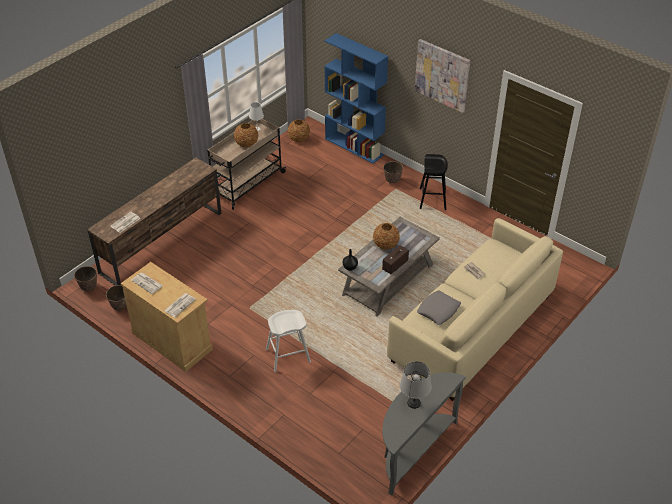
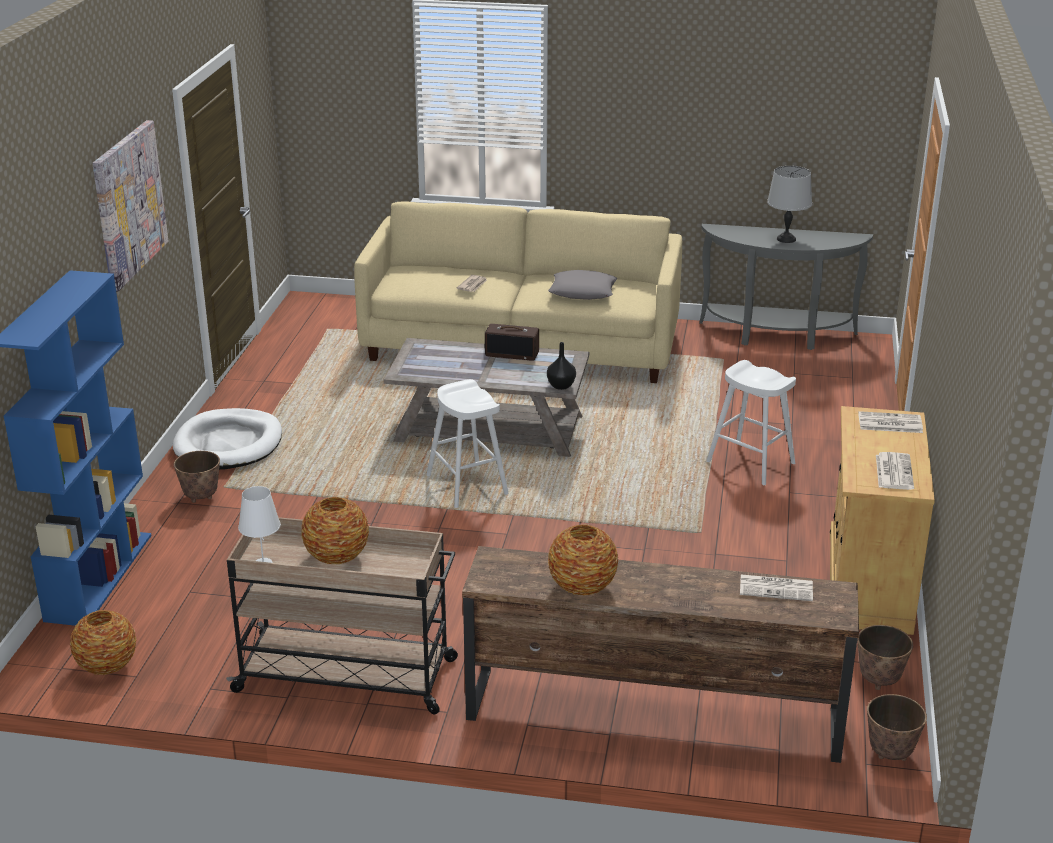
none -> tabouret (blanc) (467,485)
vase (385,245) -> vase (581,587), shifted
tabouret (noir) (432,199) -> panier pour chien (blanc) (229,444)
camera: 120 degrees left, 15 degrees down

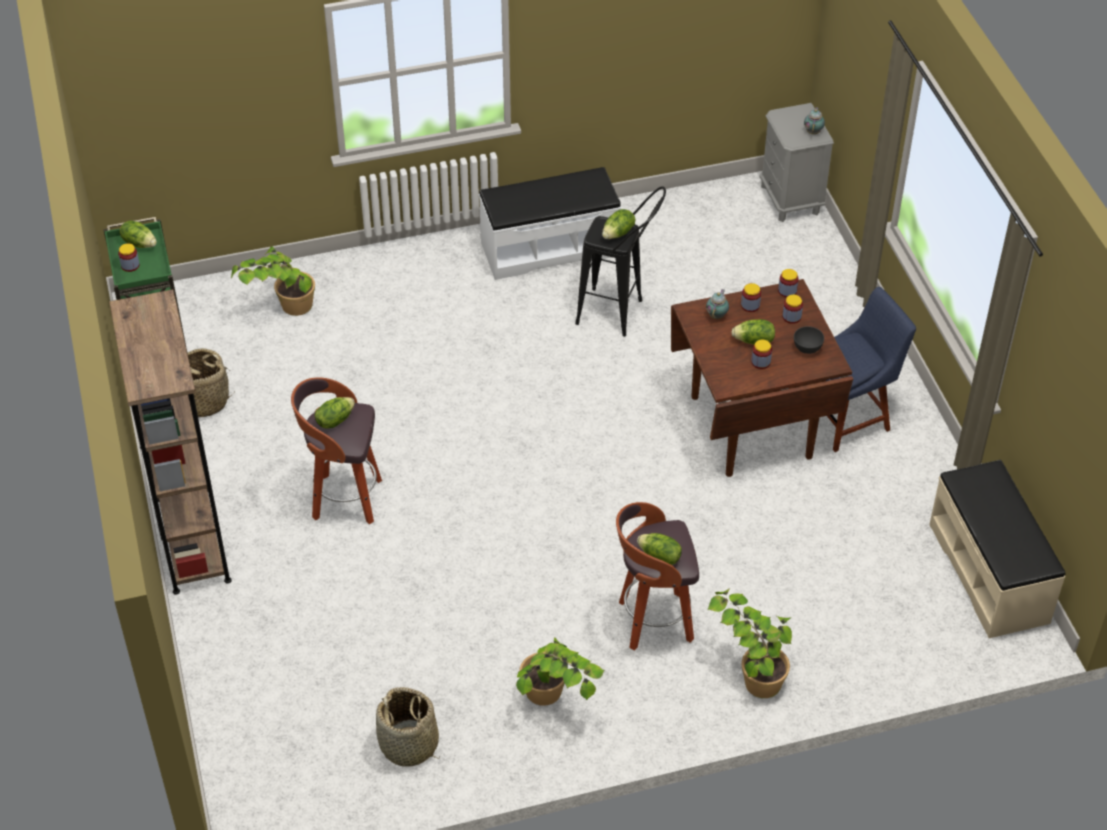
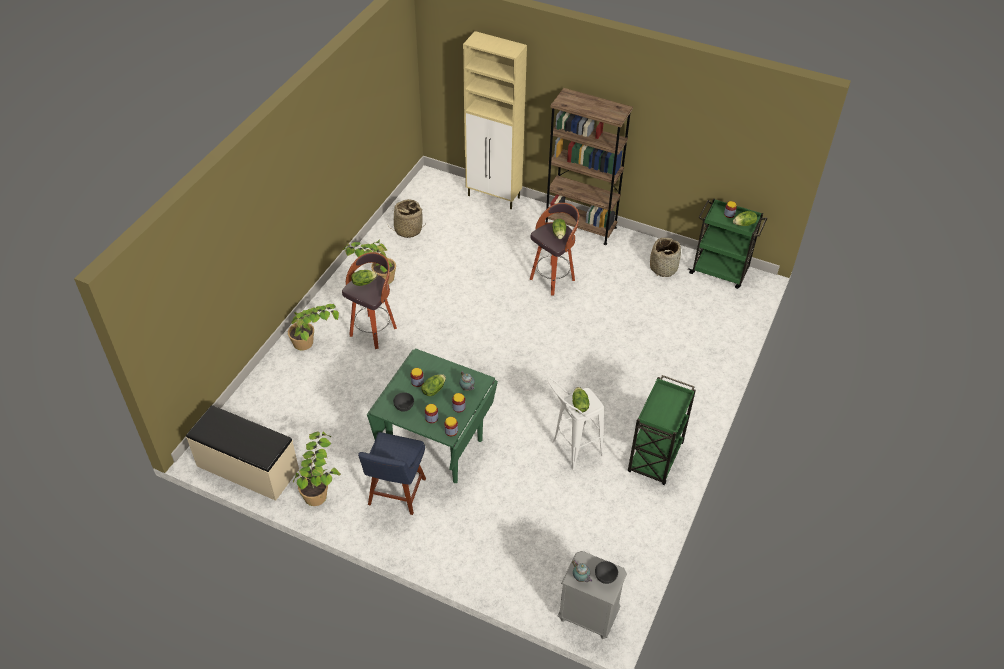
none -> meuble de rangement (beige) (494,197)
none -> bol (gris) (605,577)
plante en pot (281,309) -> plante en pot (320,487), shifted
banc (blanc) (549,248) -> chariot (vert) (655,458)
tabouret (noir) (620,315) -> tabouret (blanc) (570,452)
table à manger (marron) (752,426) -> table à manger (vert) (435,448)
camera: 130 degrees right, 0 degrees up

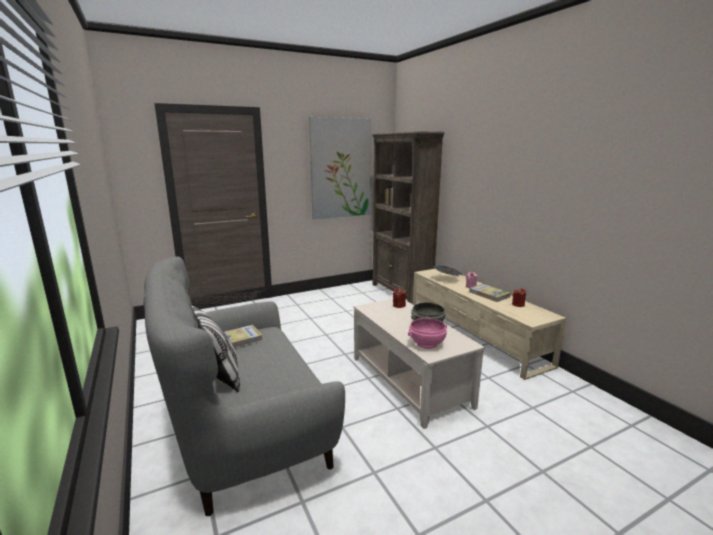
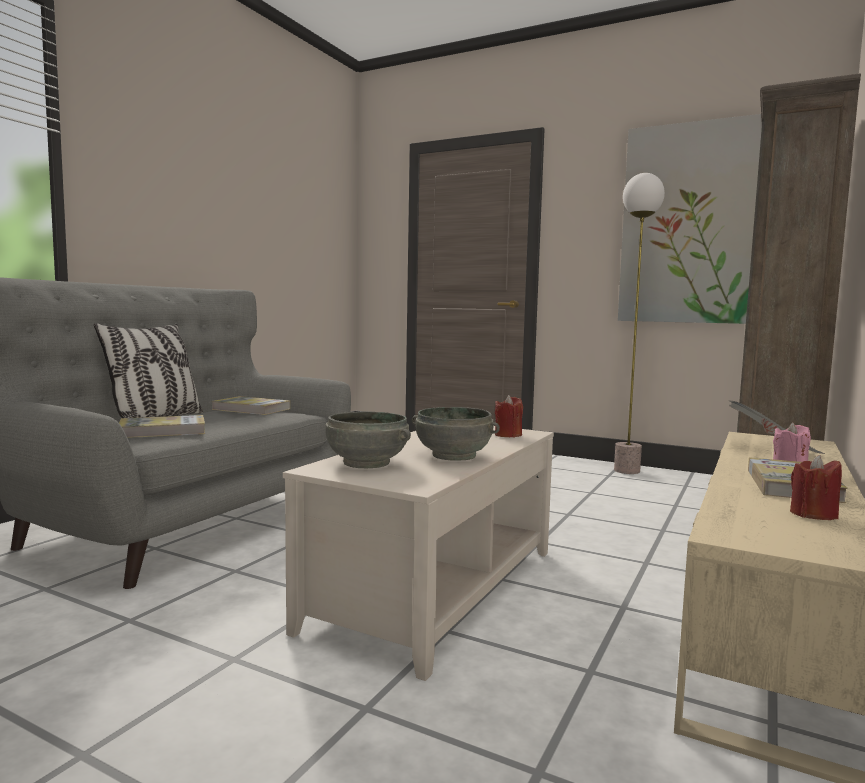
none -> livre (162,431)
none -> lampadaire (626,471)
bol (rose) (427,344) -> bol (gris) (366,463)
camera: 55 degrees right, 10 degrees down

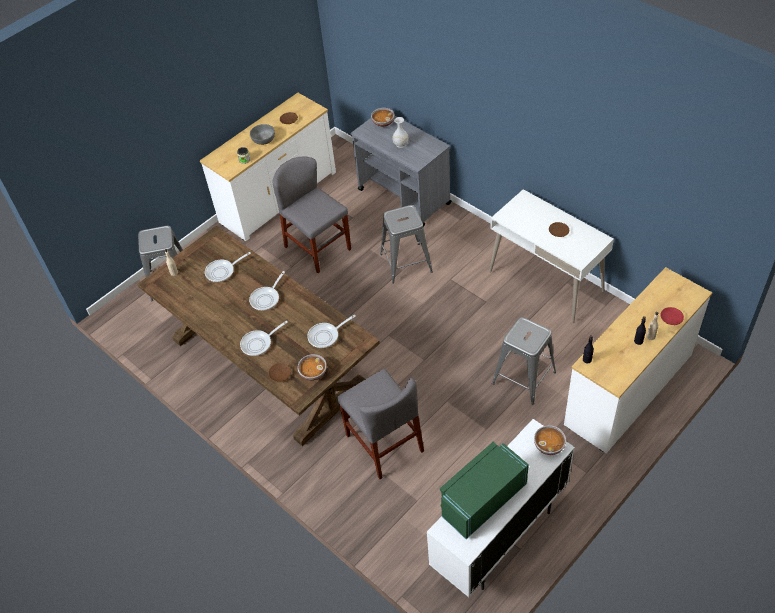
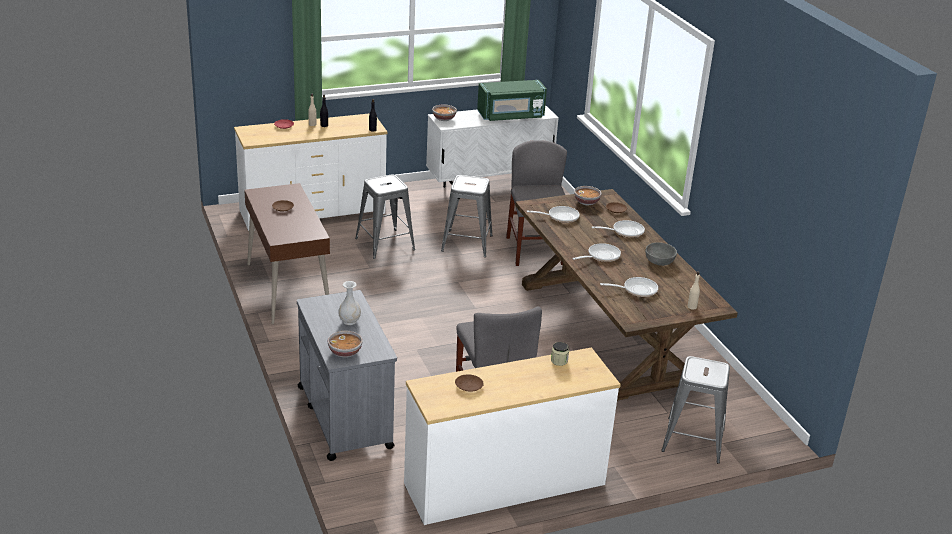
bol (gris) (263,139) -> bol (gris) (659,261), shifted
tabouret (gris) (406,263) -> tabouret (gris) (467,243), shifted
bureau (blanc) (546,281) -> bureau (marron) (287,289)
camera: 160 degrees left, 20 degrees down

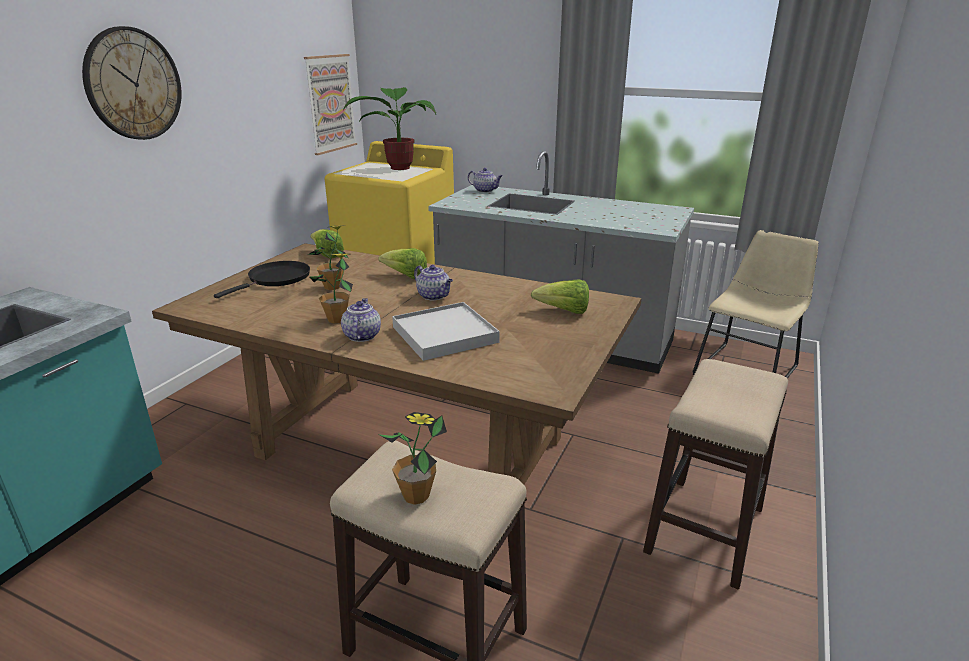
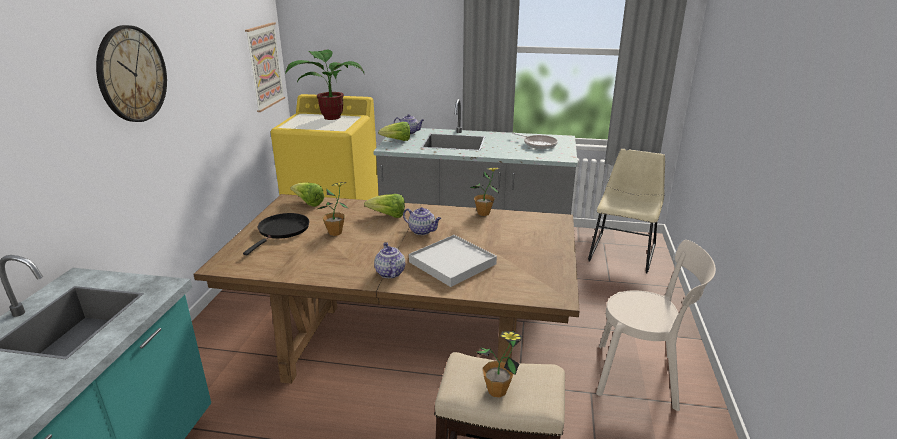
none -> poêle (538,144)
plante en pot (337,319) -> plante en pot (483,213), shifted
laitue (564,311) -> laitue (397,140), shifted
tabouret (704,530) -> chaise (beige) (642,376)
camera: 15 degrees left, 0 degrees up

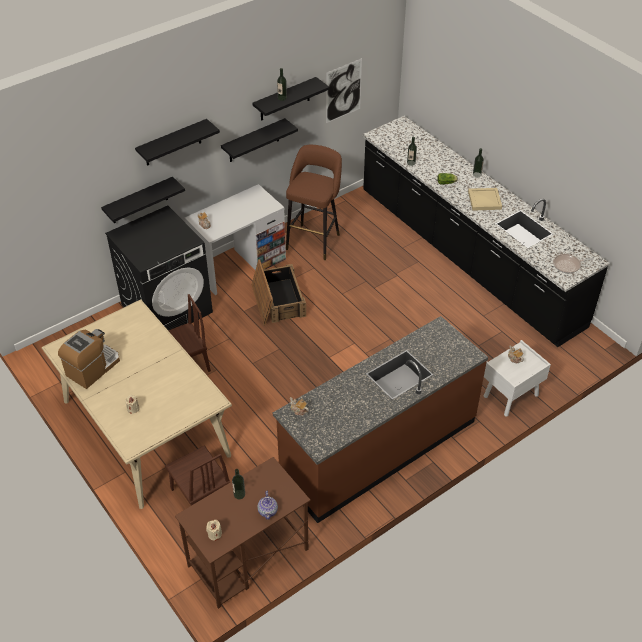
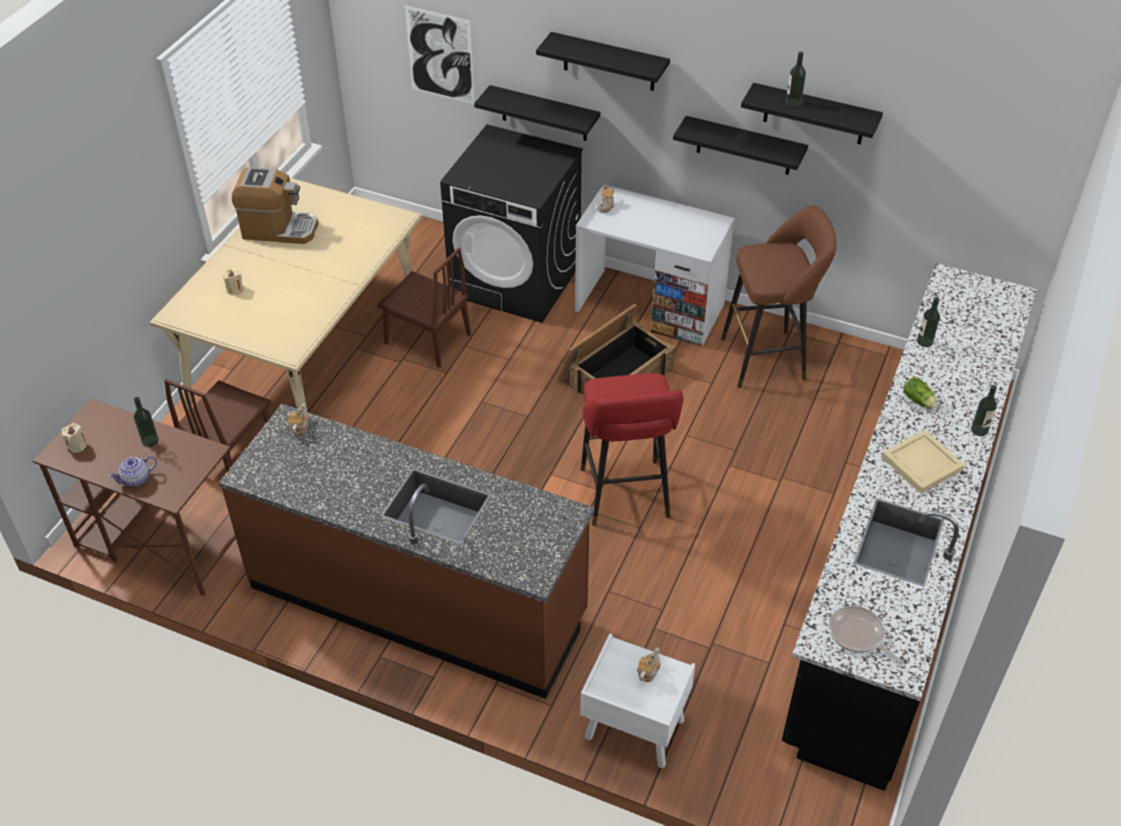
none -> tabouret (rouge) (626,497)
tableau (343,91) -> tableau (440,55), shifted
camera: 60 degrees right, 0 degrees up

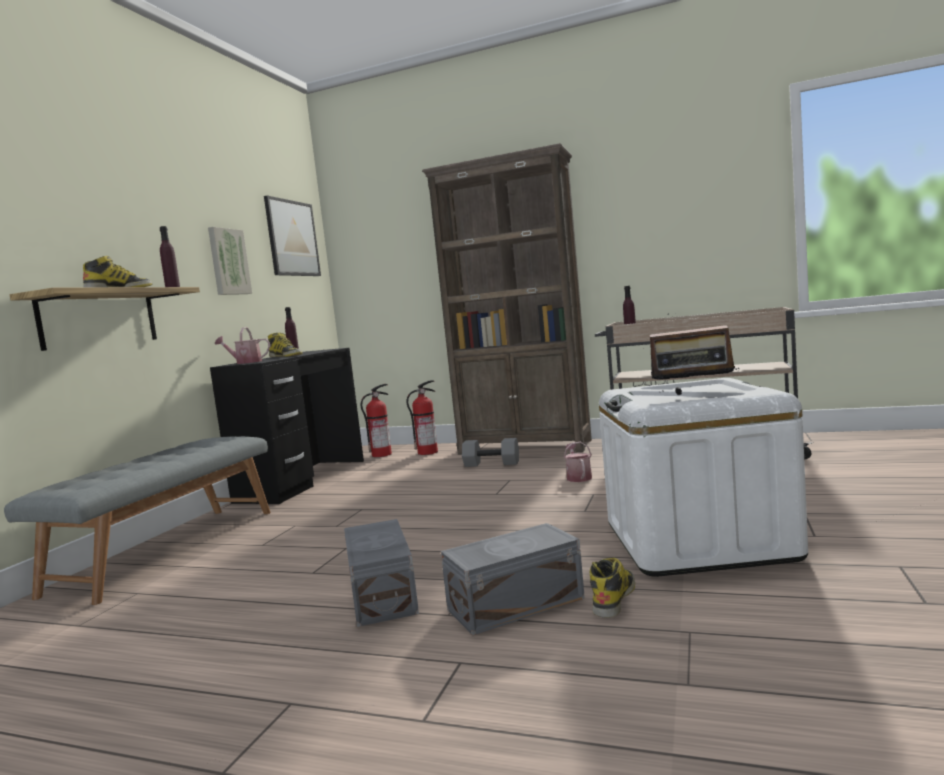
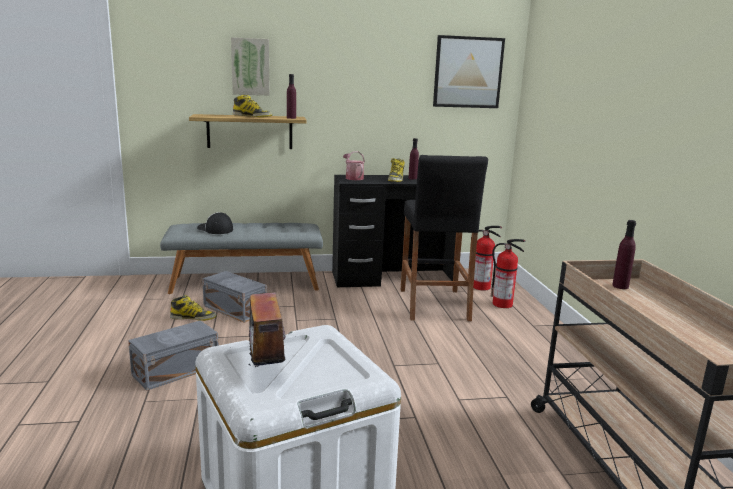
bibliothèque (marron) (525,447) -> none
haltère (gris) (492,463) -> none
arrosoir (578,477) -> none
none -> casquette (215,229)
none -> tabouret (noir) (434,305)
tableau (228,262) -> tableau (250,66), shifted
boîte de rangement (gris) (513,604) -> boîte de rangement (gris) (235,309), shifted
botte (614,598) -> botte (193,317), shifted
camera: 60 degrees right, 10 degrees up

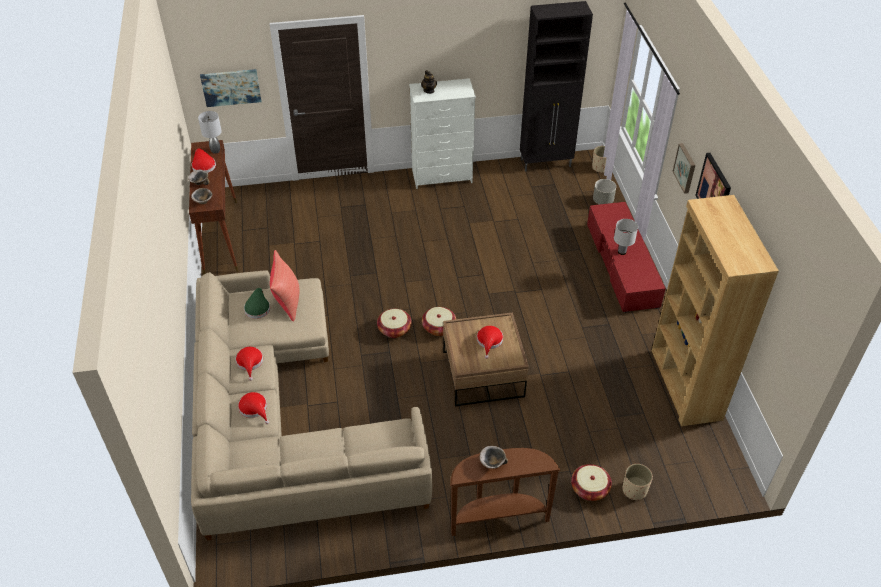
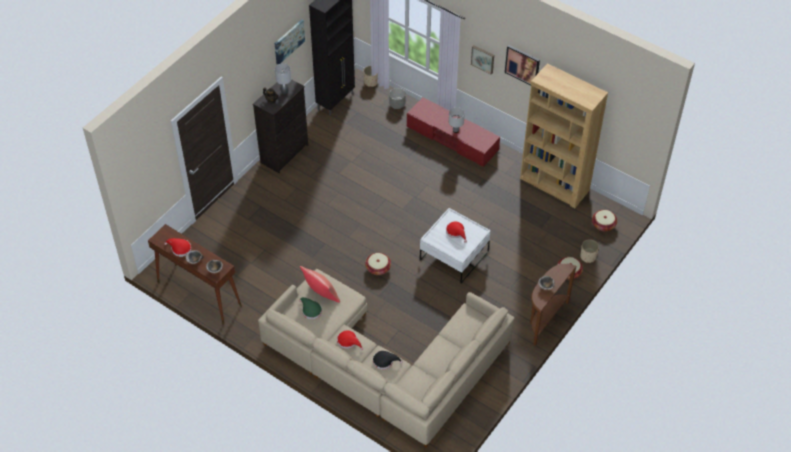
lampe de table (gris) (215,150) -> lampe de table (gris) (284,91), shifted
tableau (231,87) -> tableau (289,41), shifted
panier (439,327) -> panier (603,225), shifted
chapeau (rouge) (254,408) -> chapeau (noir) (384,361)
commode (blanc) (442,177) -> commode (noir) (285,154)
table basse (marron) (483,374) -> table basse (blanc) (454,256)
camera: 45 degrees left, 5 degrees up

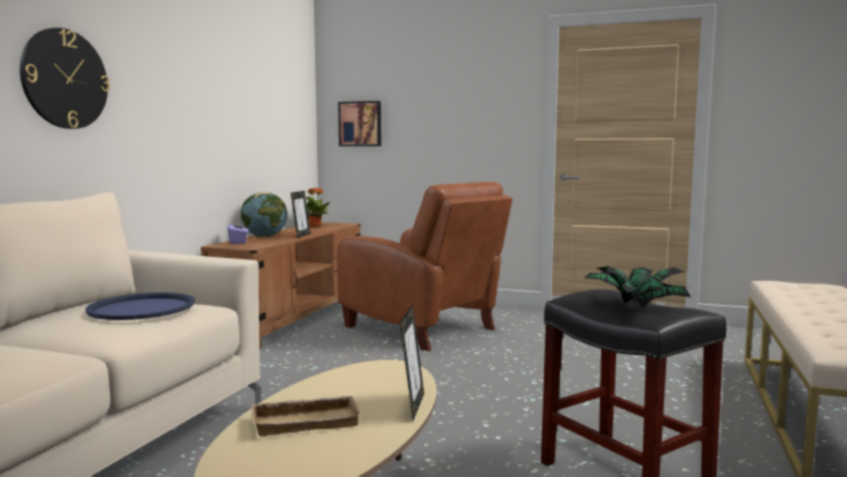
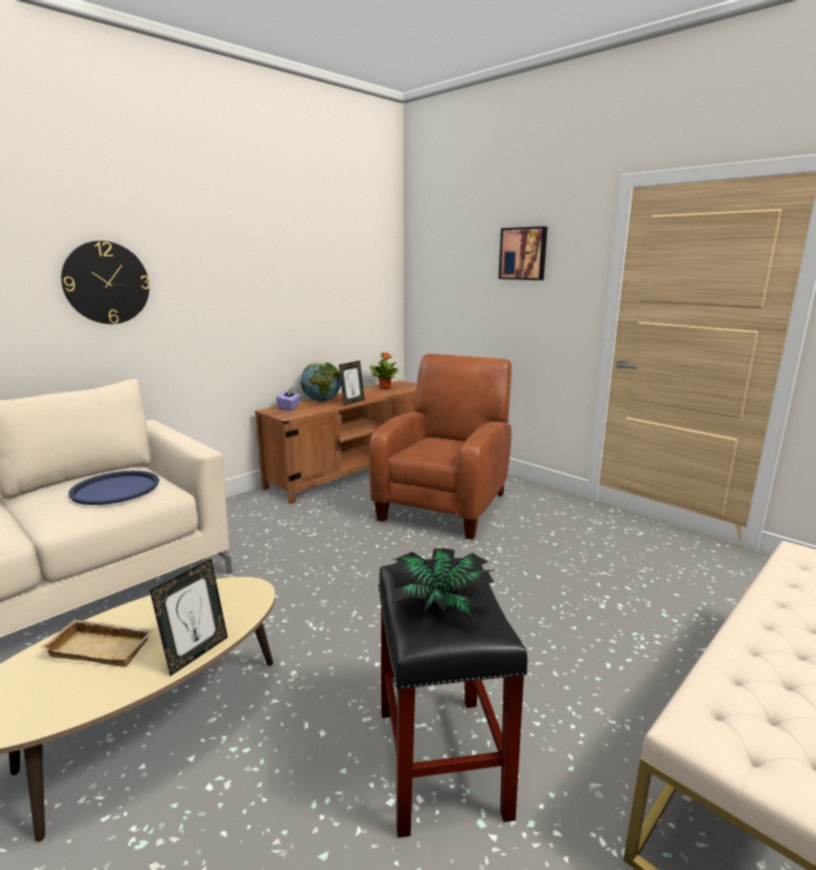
tableau (360,124) -> tableau (523,253), shifted
fauteuil (marron) (423,329) -> fauteuil (marron) (446,504), 135 degrees counterclockwise
camera: 25 degrees right, 10 degrees up

